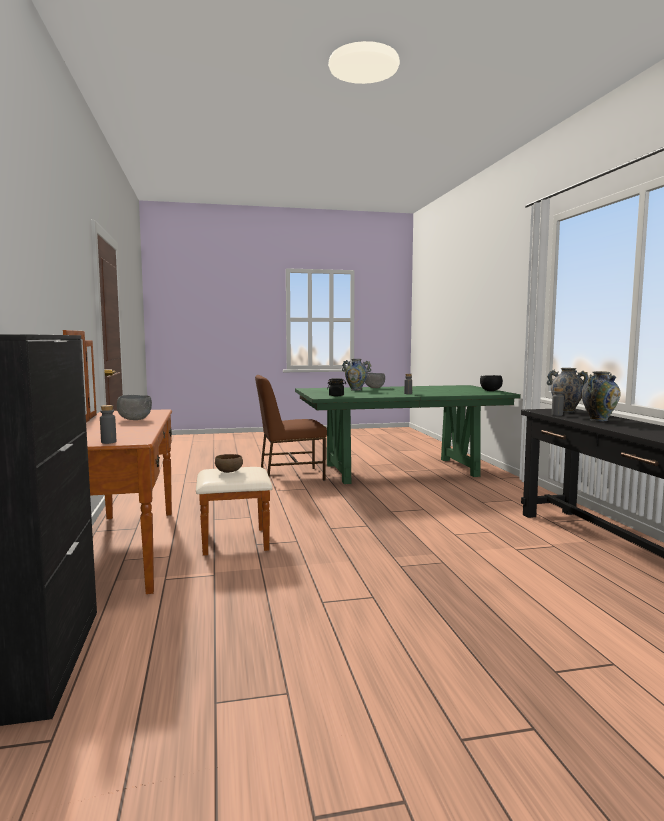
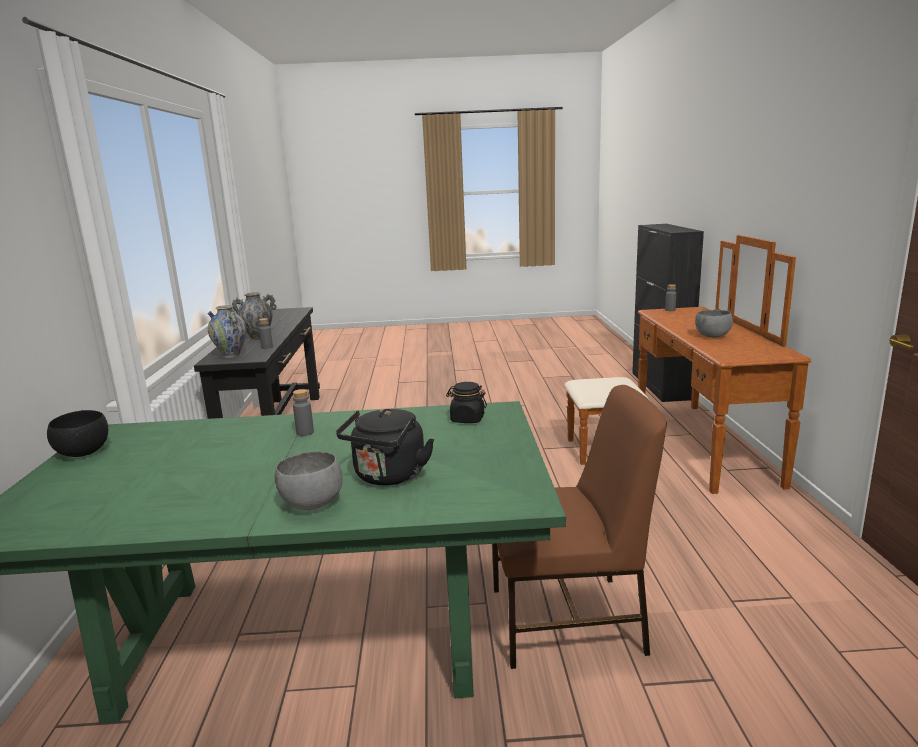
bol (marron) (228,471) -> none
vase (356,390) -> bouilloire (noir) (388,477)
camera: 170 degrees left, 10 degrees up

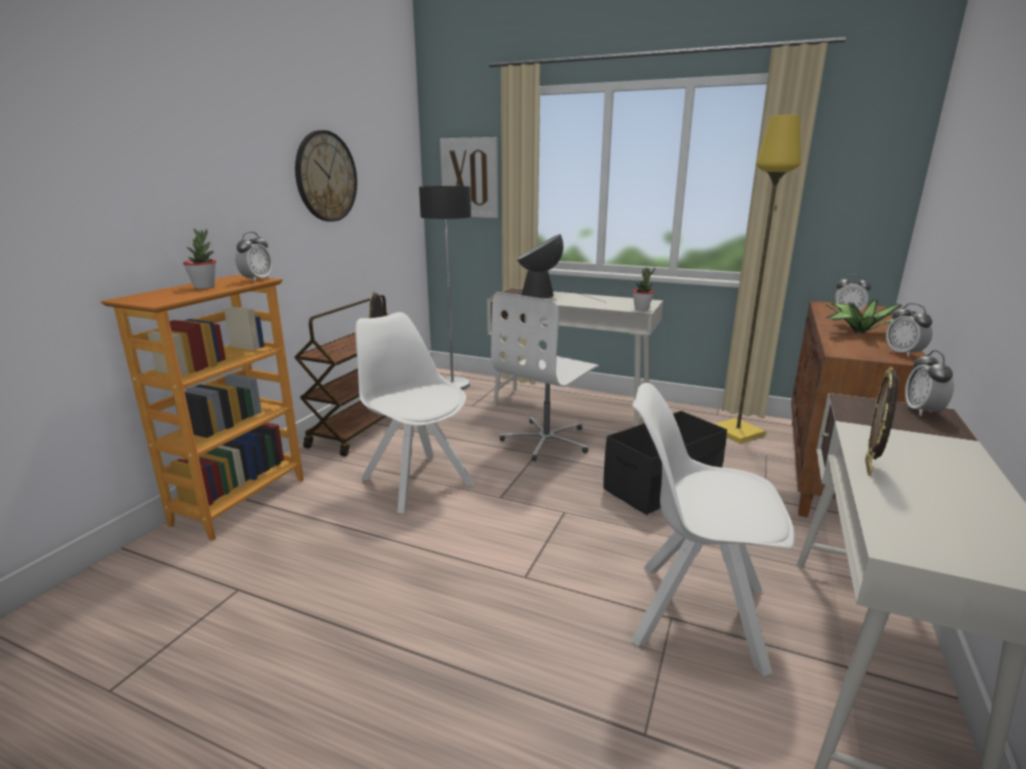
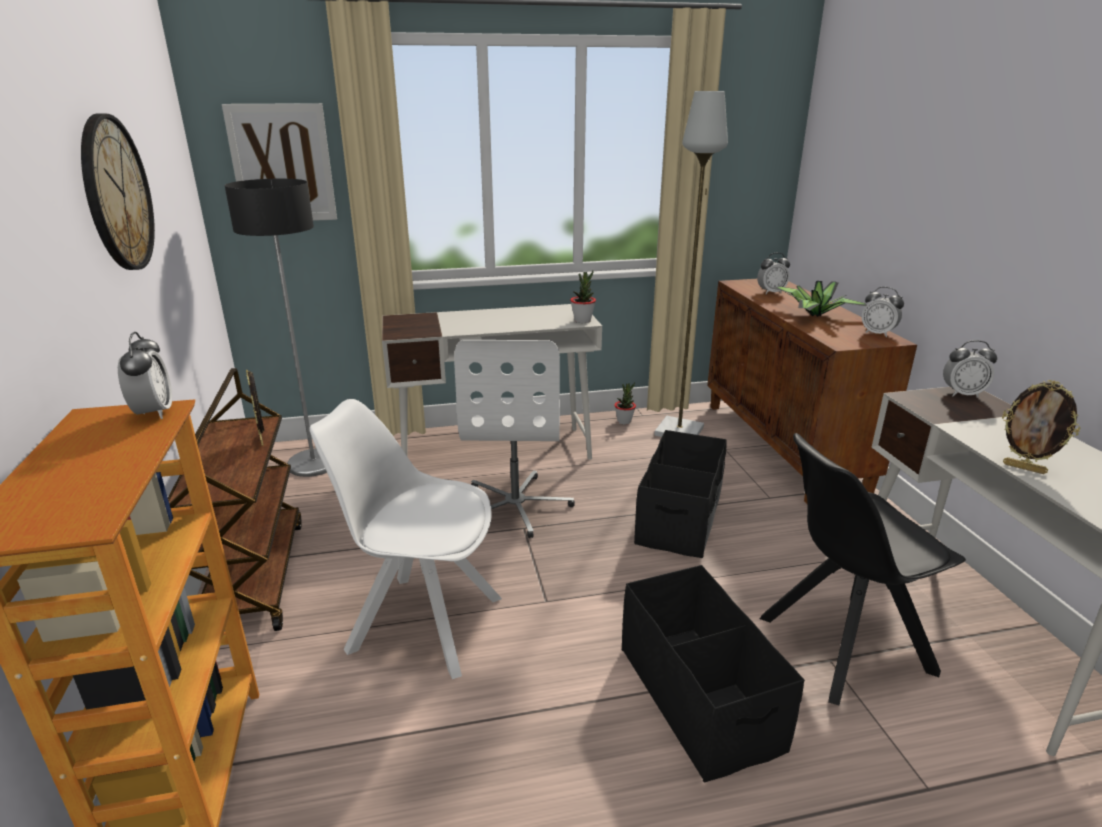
lampe de table (544,295) -> none
none -> boîte de rangement (noir) (699,697)
plante en pot (204,287) -> plante en pot (624,421), shifted
chaise (blanc) (694,613) -> chaise (noir) (840,645)
lampadaire (jaune) (738,432) -> lampadaire (gris) (680,431)
cadre photo (869,468) -> cadre photo (1024,468), 45 degrees counterclockwise
réveil (922,411) -> réveil (962,394), 60 degrees counterclockwise
camera: 35 degrees left, 5 degrees up

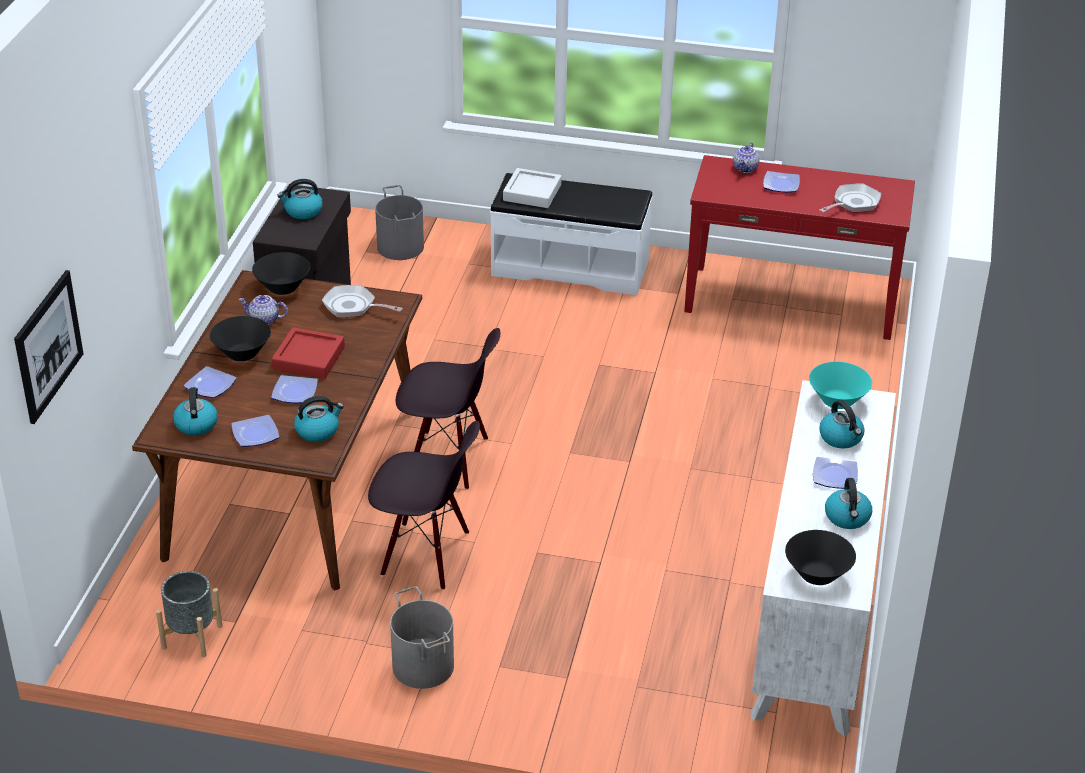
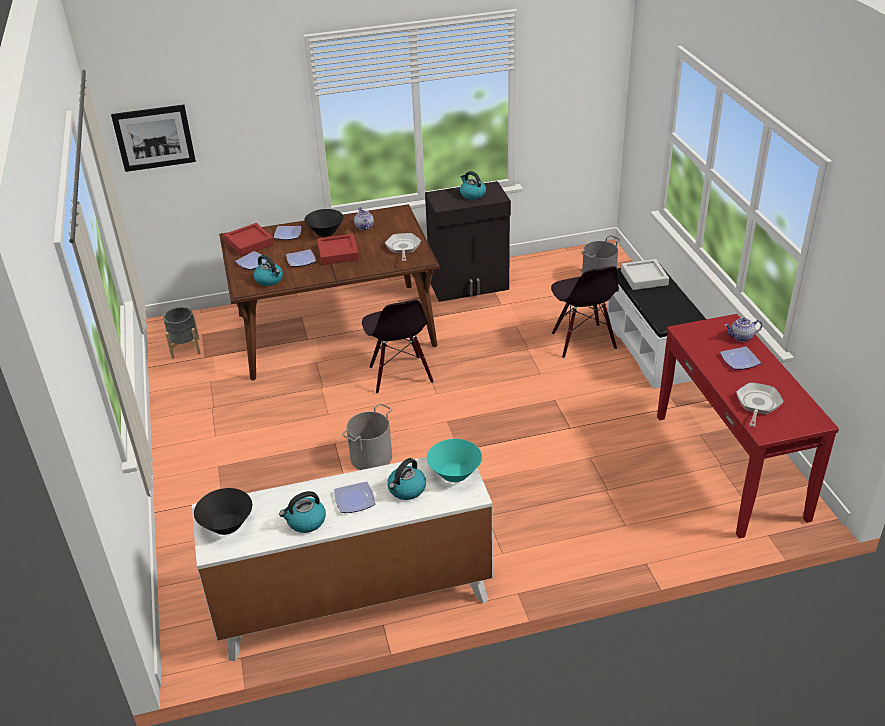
bol (noir) (282,288) -> none
chaise (noir) (425,555) -> chaise (noir) (582,341), shifted
seau (gris) (422,666) -> seau (gris) (370,456), shifted
bouilloire (196,424) -> plateau (rouge) (249,243)
poêle (853,203) -> poêle (757,404), 90 degrees counterclockwise
camera: 65 degrees right, 0 degrees up

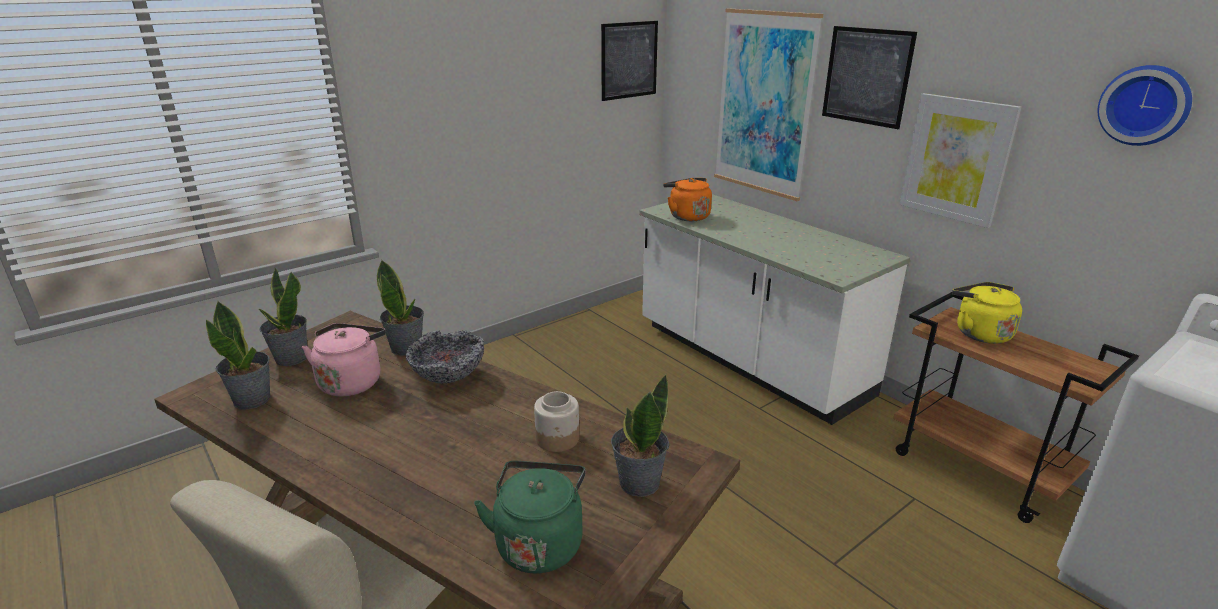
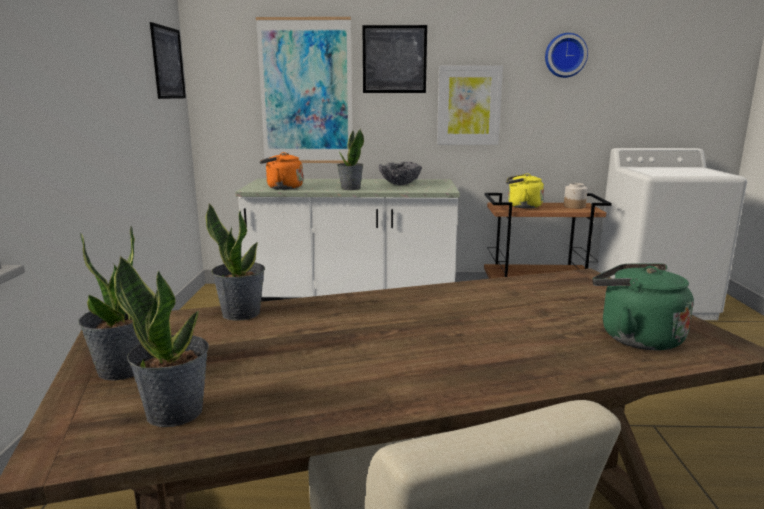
bouilloire (rose) (351,381) -> none
bol (448,377) -> bol (400,184), shifted
bocal (558,439) -> bocal (574,206), shifted
plante en pot (638,482) -> plante en pot (350,188), shifted
camera: 50 degrees left, 10 degrees down

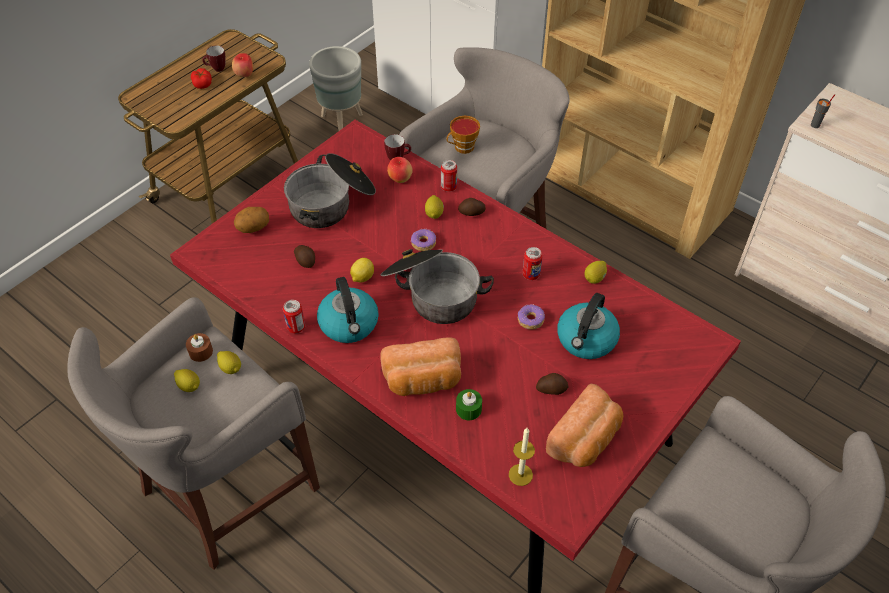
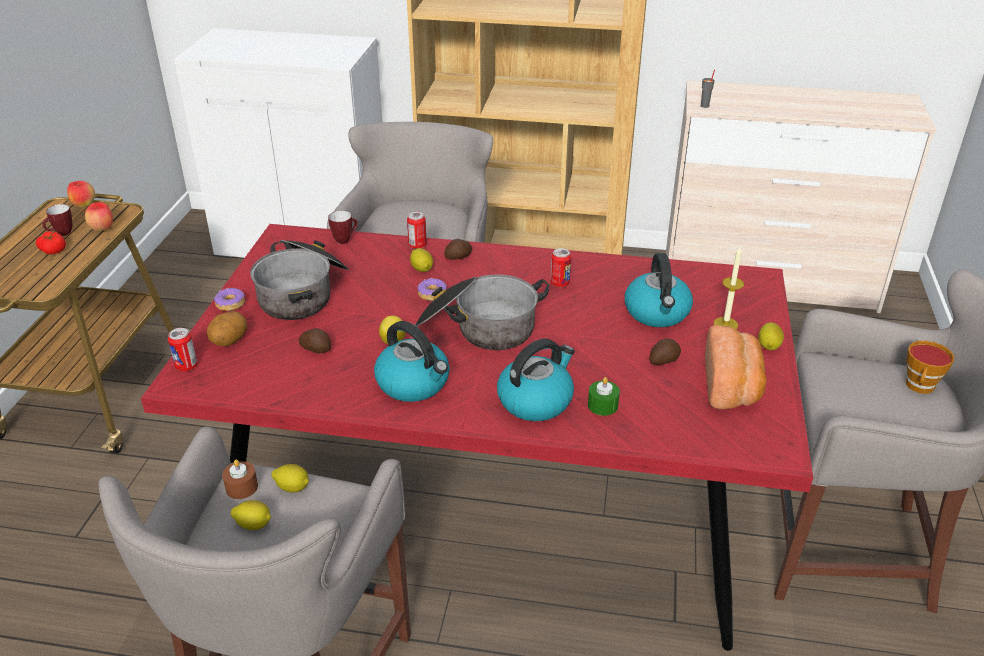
cache-pot (gris) (341,122) -> none
boîte métallique (296,327) -> boîte métallique (186,366), shifted
pomme (400,179) -> pomme (84,205), shifted
tasse (462,148) -> tasse (920,387), shifted
bougie (520,474) -> bougie (725,324), shifted
beignet (530,320) -> beignet (230,304), shifted
citron (594,278) -> citron (769,346), shifted
pain (423,381) -> bouilloire (535,400)
camera: 30 degrees left, 15 degrees down

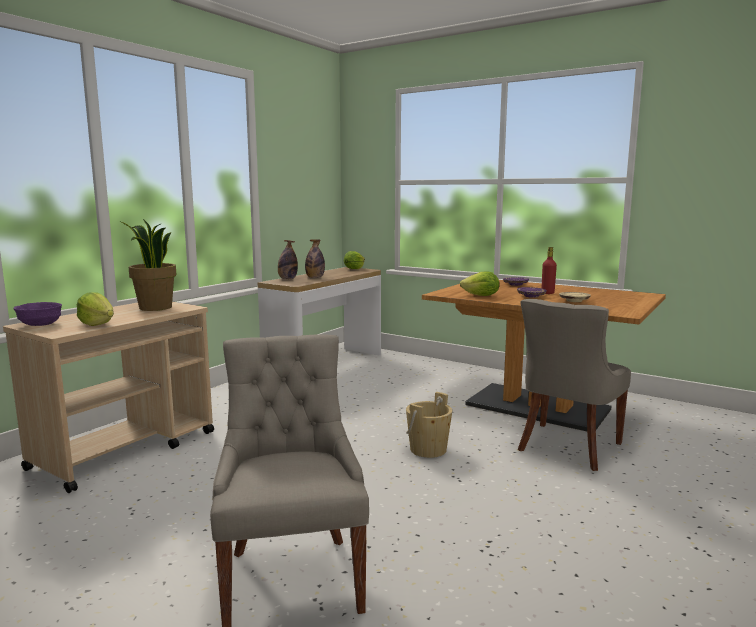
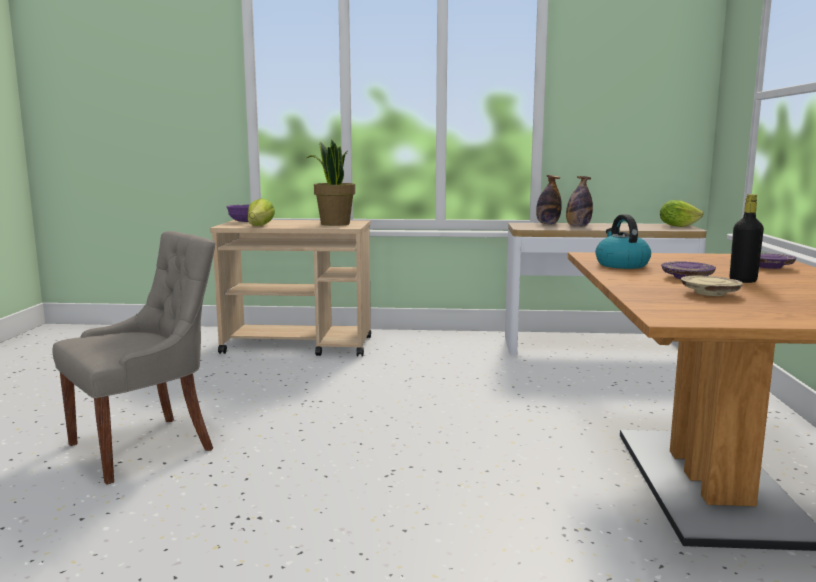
seau (beige) (428,449) -> none
chaise (gris) (567,447) -> none
laitue (481,296) -> bouilloire (621,265)
bouteille (rouge) (547,293) -> bouteille (noir) (743,281)
camera: 60 degrees right, 0 degrees up

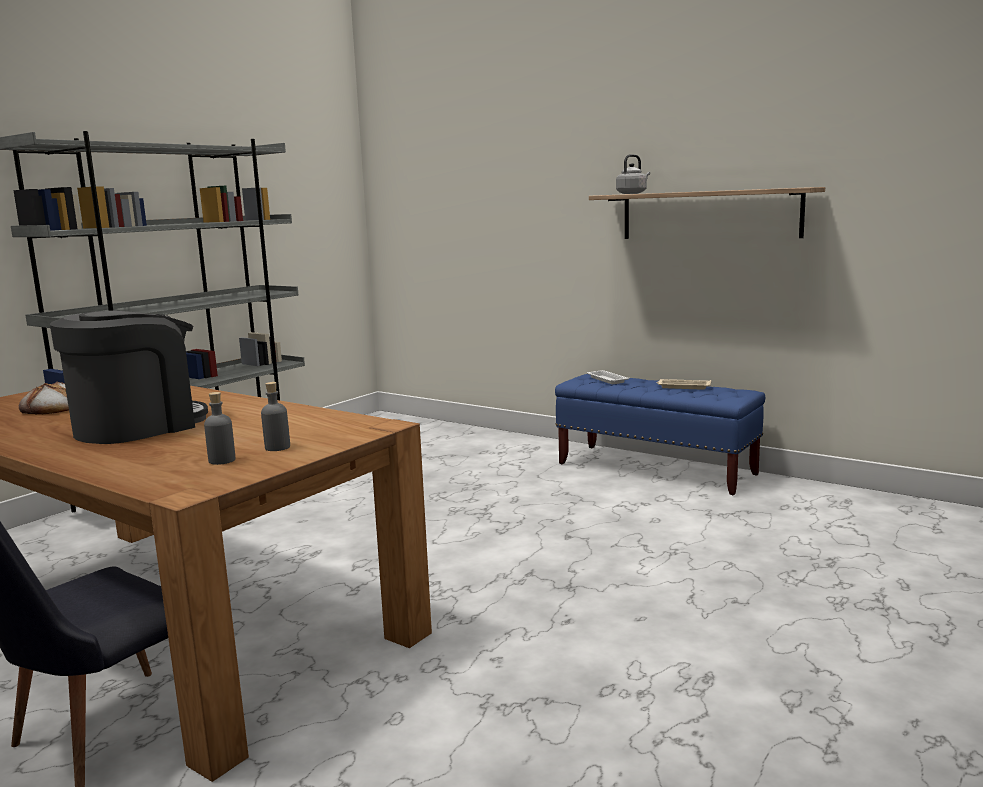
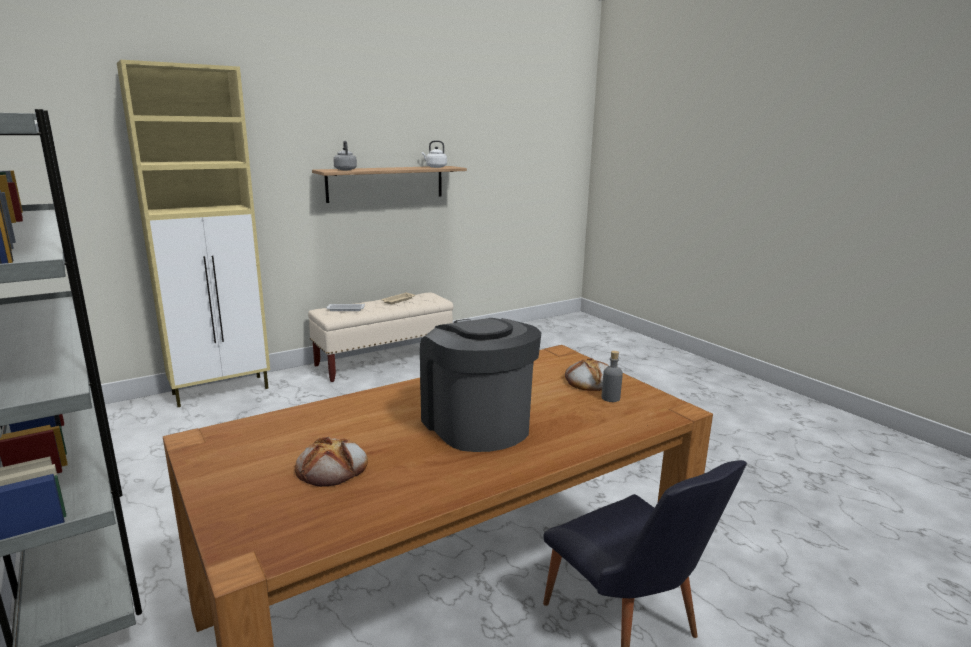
none -> meuble de rangement (beige) (222,391)
none -> bouilloire (blanc) (435,167)
bouteille (gris) (277,447) -> pain (589,381)
banc (bleu) (656,469) -> banc (beige) (384,361)
camera: 70 degrees left, 5 degrees up

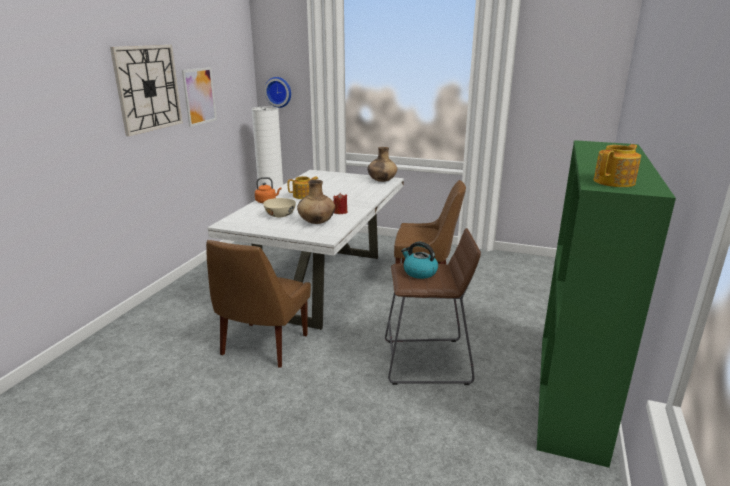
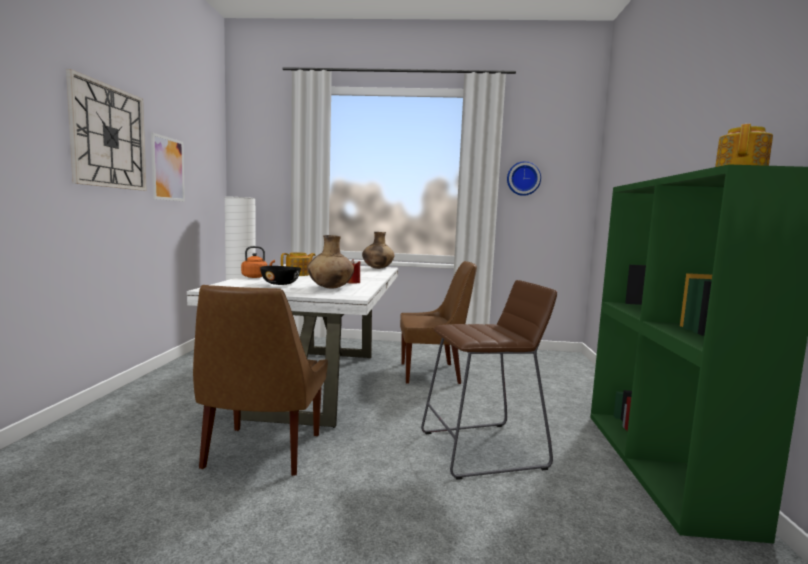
bouilloire (419,272) -> none
horloge murale (279,92) -> horloge murale (523,178), shifted
bol (beige) (280,215) -> bol (noir) (281,284)
camera: 15 degrees left, 15 degrees down

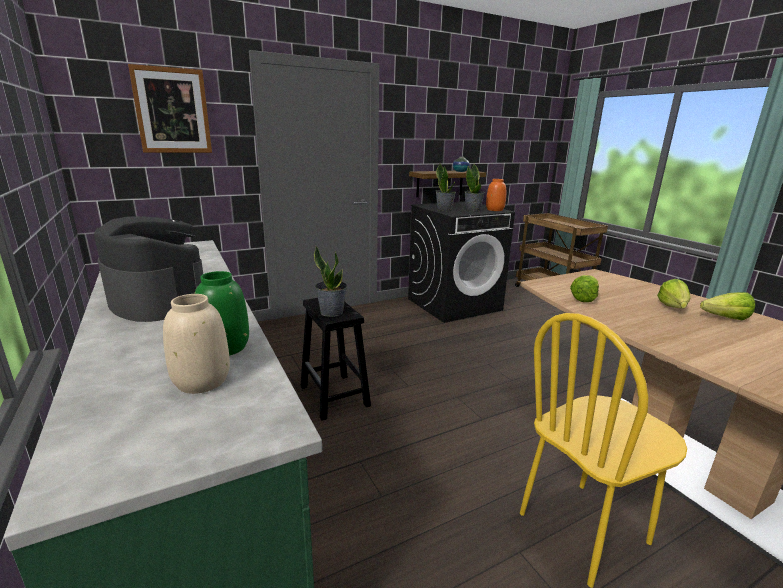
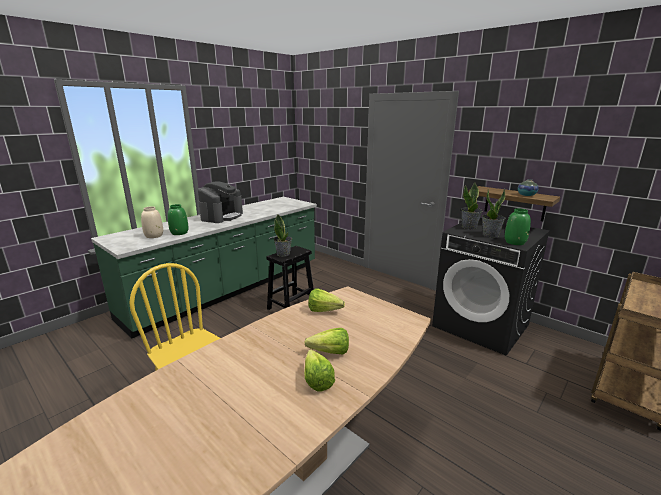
tableau (172,111) -> none
vase (orange) (494,210) -> vase (vert) (514,242)
camera: 70 degrees right, 0 degrees up

